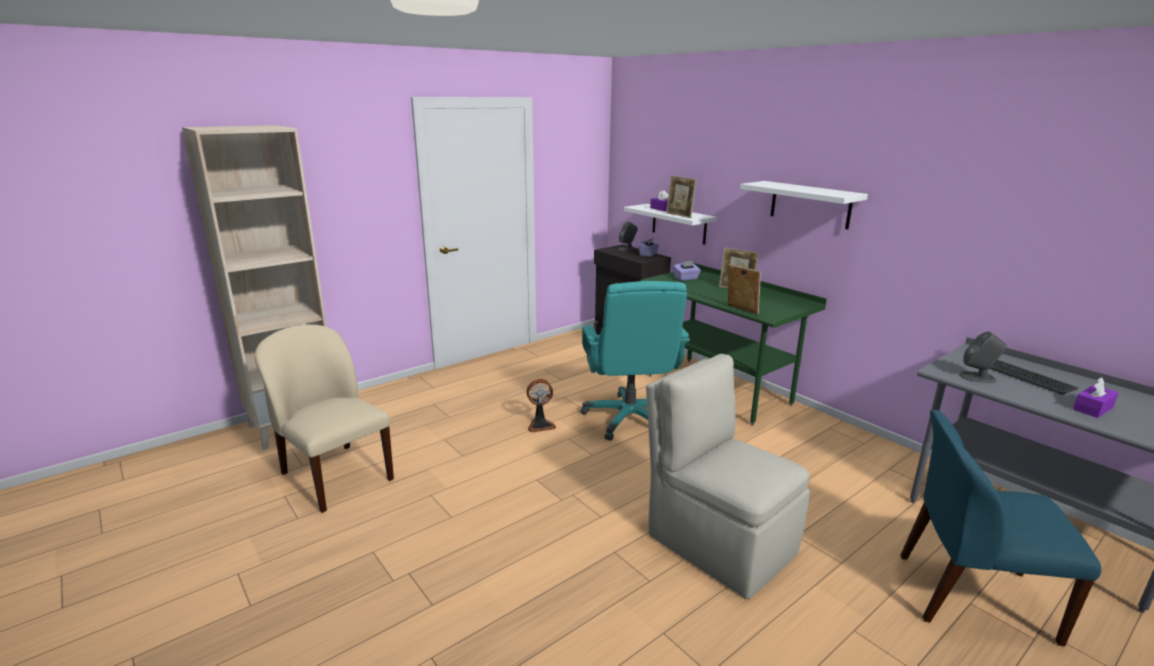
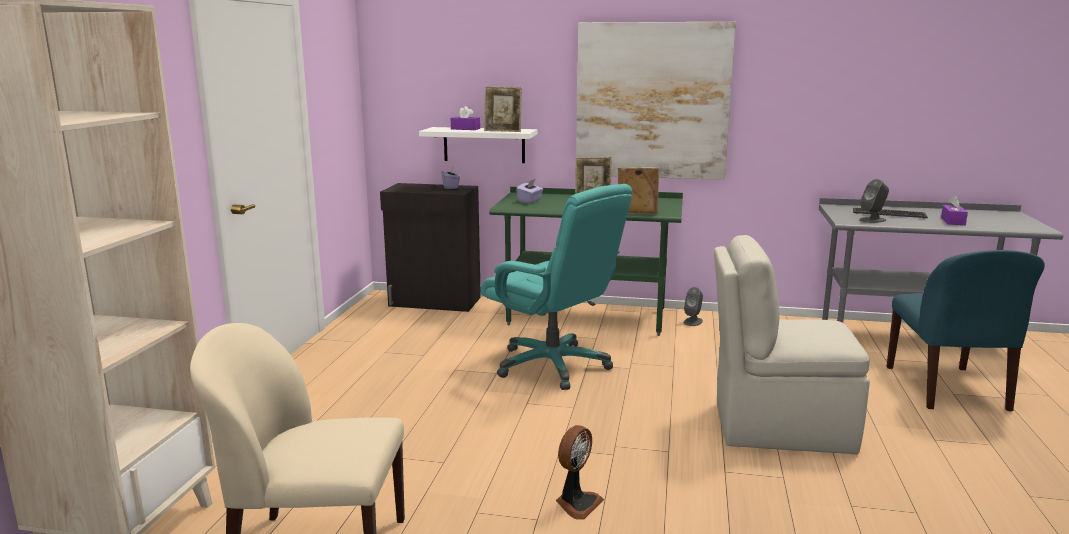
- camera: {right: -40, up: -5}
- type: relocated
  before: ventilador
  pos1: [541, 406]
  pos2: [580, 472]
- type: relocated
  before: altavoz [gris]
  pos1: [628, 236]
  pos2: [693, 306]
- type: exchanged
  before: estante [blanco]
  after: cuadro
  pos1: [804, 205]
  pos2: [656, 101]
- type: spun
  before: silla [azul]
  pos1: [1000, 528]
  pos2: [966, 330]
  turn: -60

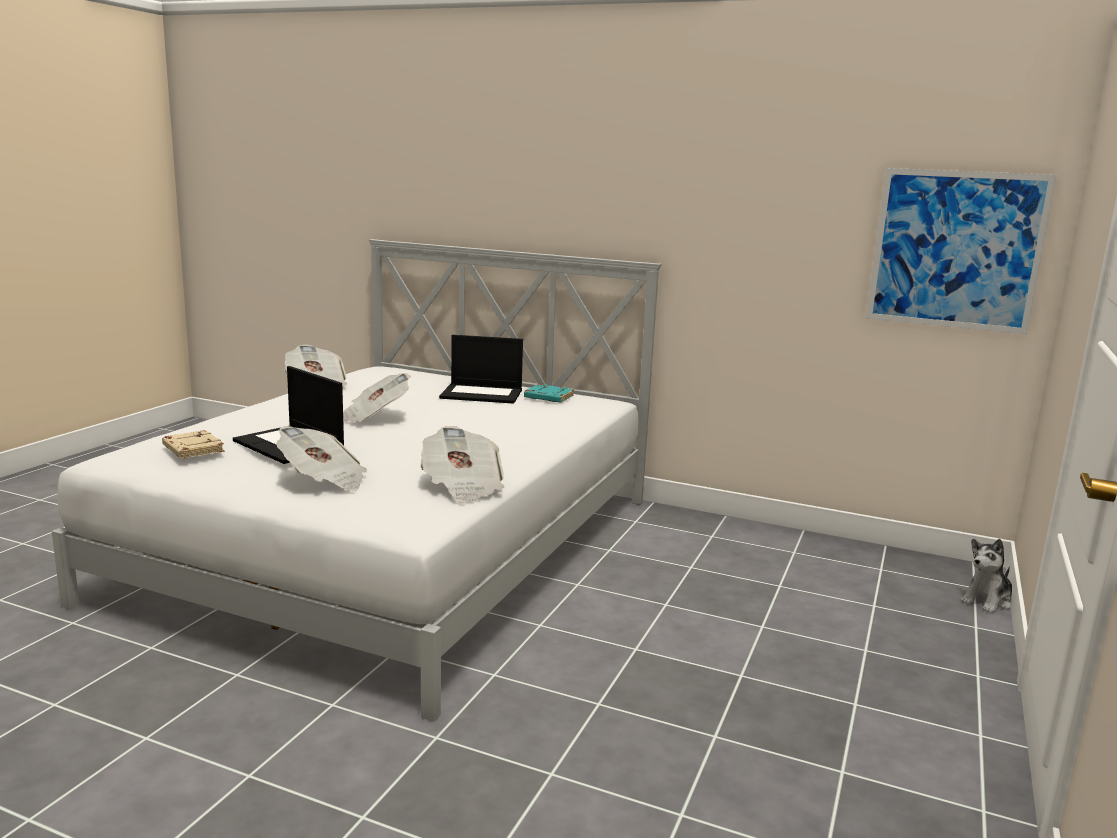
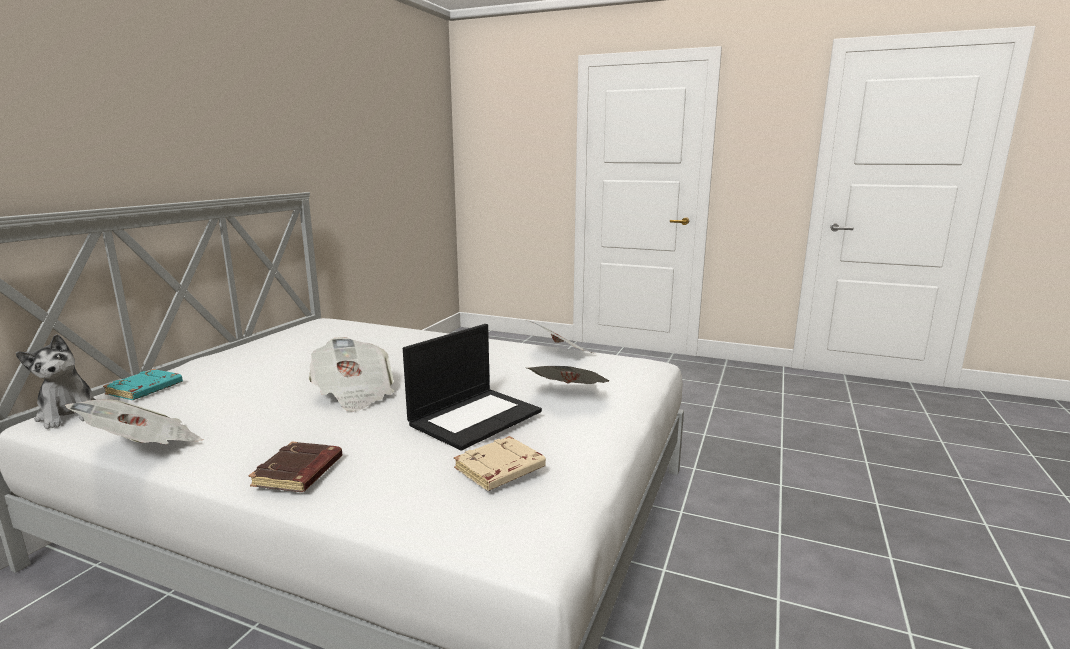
- camera: {right: -90, up: 0}
- type: missing
  before: portátil
  pos1: [481, 369]
- type: relocated
  before: libro [turquesa]
  pos1: [549, 393]
  pos2: [143, 384]
- type: missing
  before: cuadro
  pos1: [961, 251]
- type: relocated
  before: peluche
  pos1: [986, 576]
  pos2: [56, 381]
- type: appeared
  after: libro [marrón]
  pos2: [295, 466]

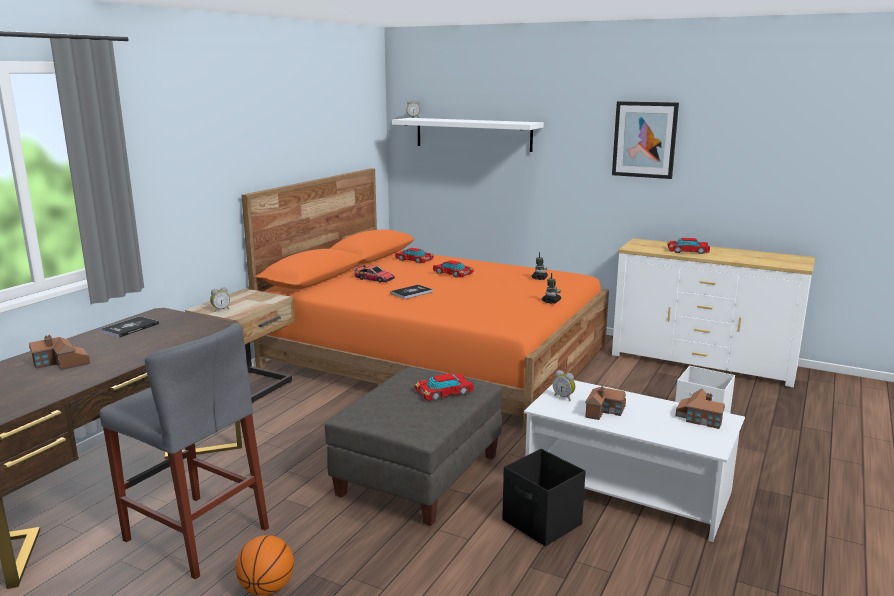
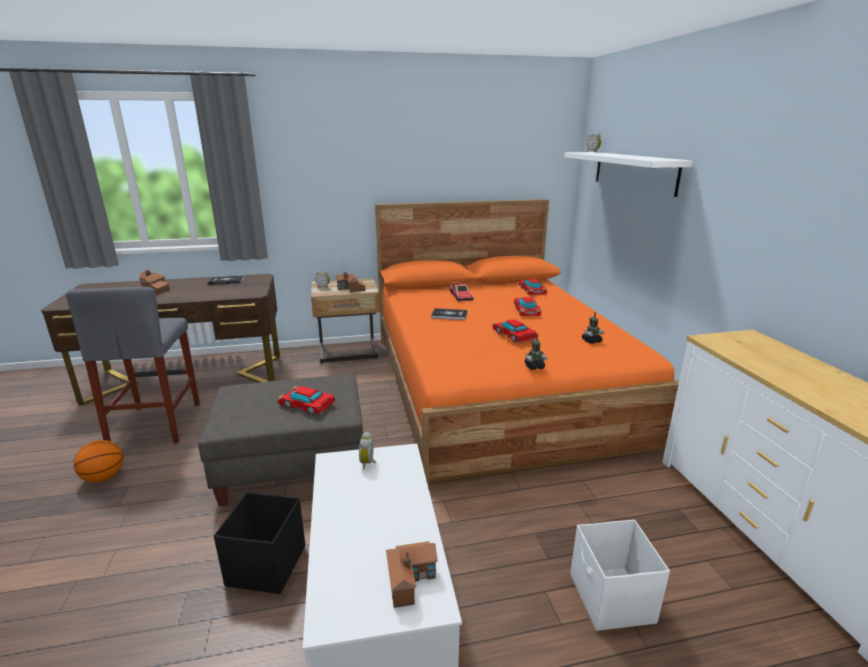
- camera: {right: 50, up: 5}
- type: relocated
  before: casita
  pos1: [605, 403]
  pos2: [350, 282]
- type: missing
  before: cuadro
  pos1: [645, 140]
- type: relocated
  before: coche de juguete
  pos1: [688, 246]
  pos2: [514, 331]

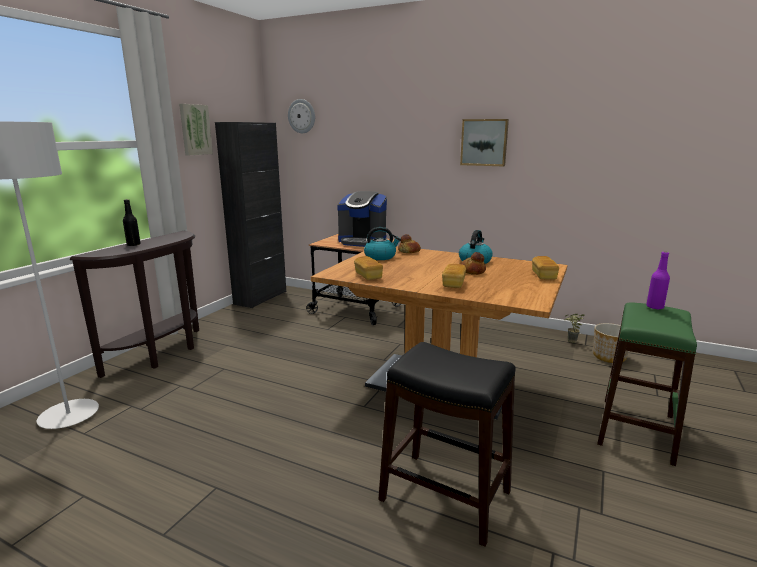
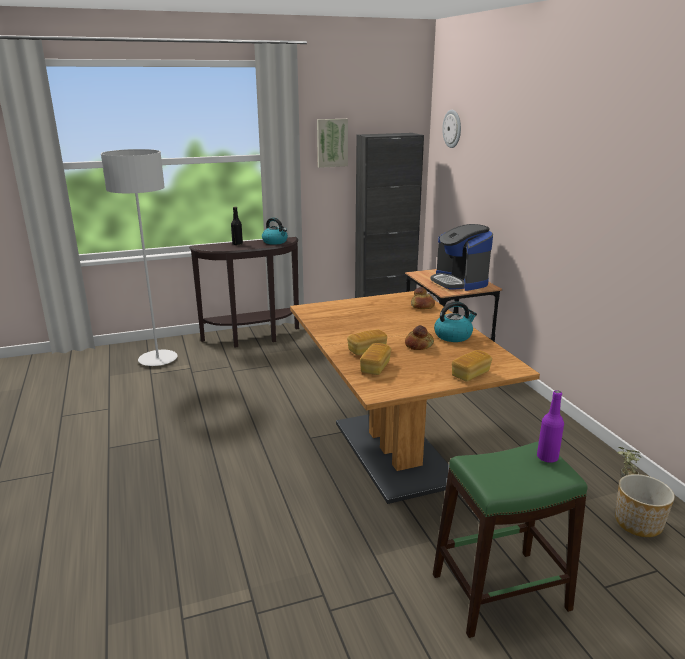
- camera: {right: 45, up: 5}
- type: relocated
  before: pan
  pos1: [368, 268]
  pos2: [375, 359]
- type: relocated
  before: hervidor
  pos1: [382, 243]
  pos2: [275, 231]
- type: missing
  before: taburete [negro]
  pos1: [447, 444]
- type: missing
  before: cuadro
  pos1: [484, 142]

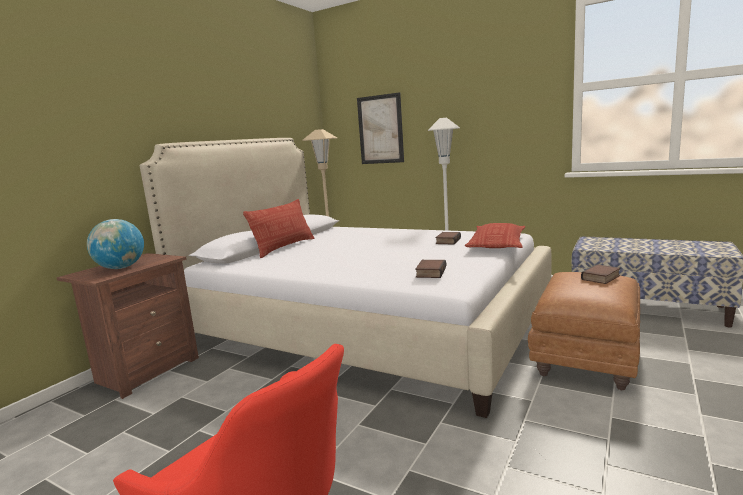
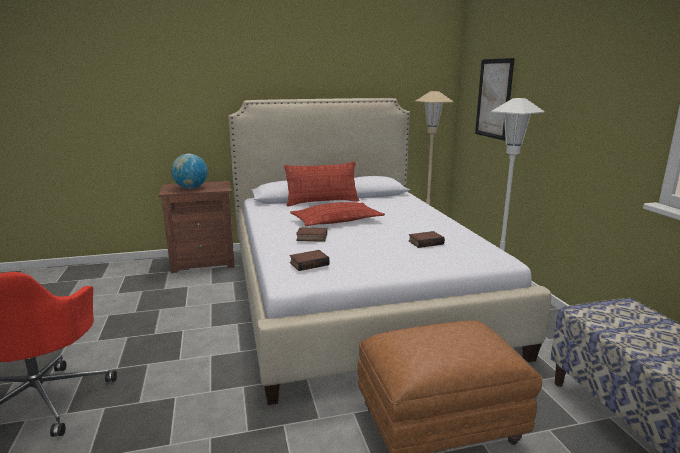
- camera: {right: 45, up: 5}
- type: relocated
  before: cojín
  pos1: [495, 235]
  pos2: [337, 214]
- type: relocated
  before: libro
  pos1: [600, 274]
  pos2: [311, 234]

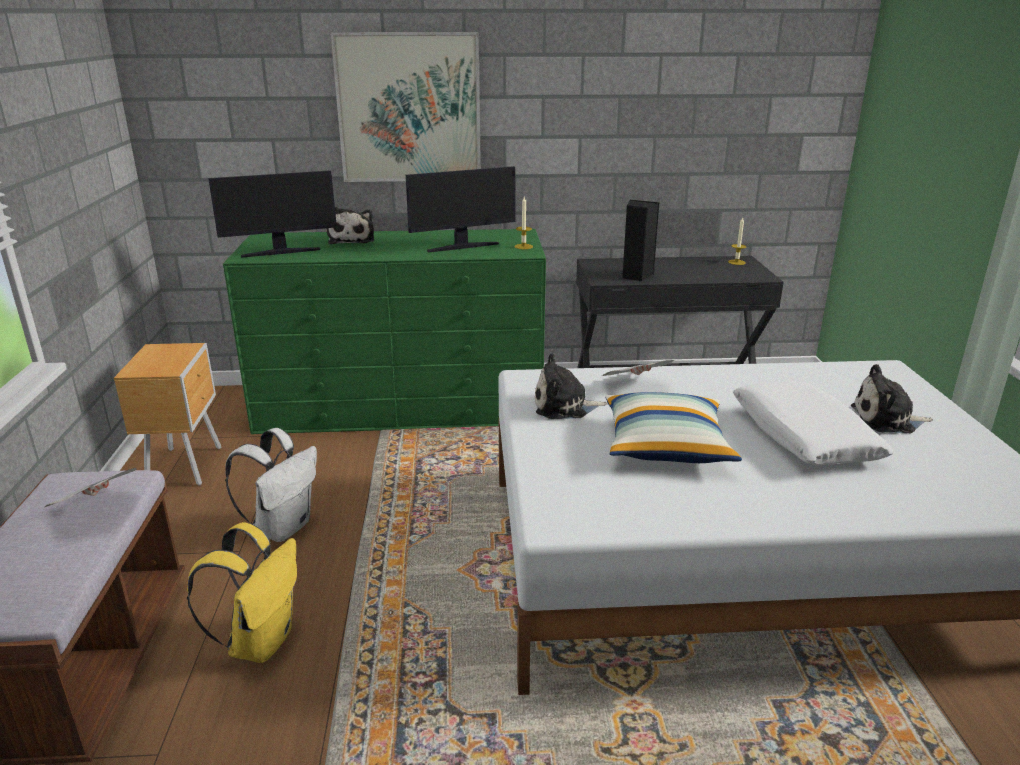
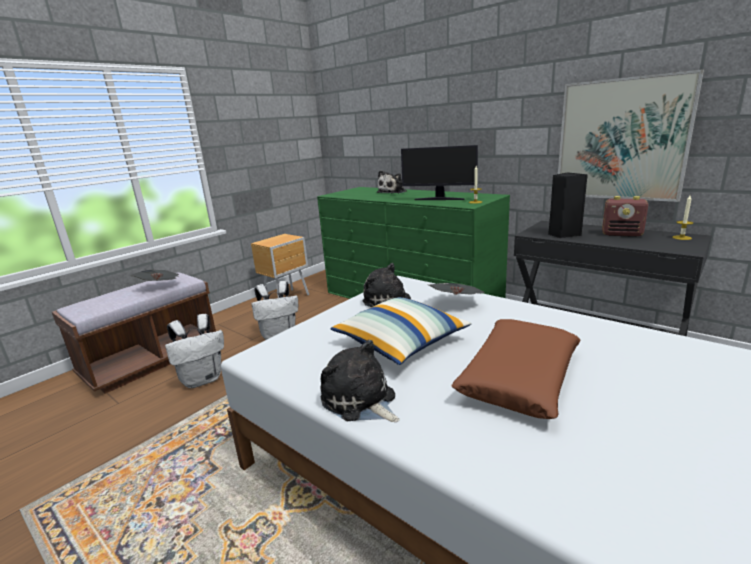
- camera: {right: 45, up: -5}
- type: colour
  before: mochila [amarillo]
  after: mochila [blanco]
  pos1: [242, 592]
  pos2: [194, 351]
- type: missing
  before: monitor
  pos1: [272, 214]
- type: relocated
  before: cuadro
  pos1: [406, 107]
  pos2: [631, 135]
- type: colour
  before: cojín [blanco]
  after: cojín [marrón]
  pos1: [813, 423]
  pos2: [515, 369]
- type: relocated
  before: peluche
  pos1: [892, 398]
  pos2: [360, 381]
- type: appeared
  after: radio
  pos2: [625, 216]

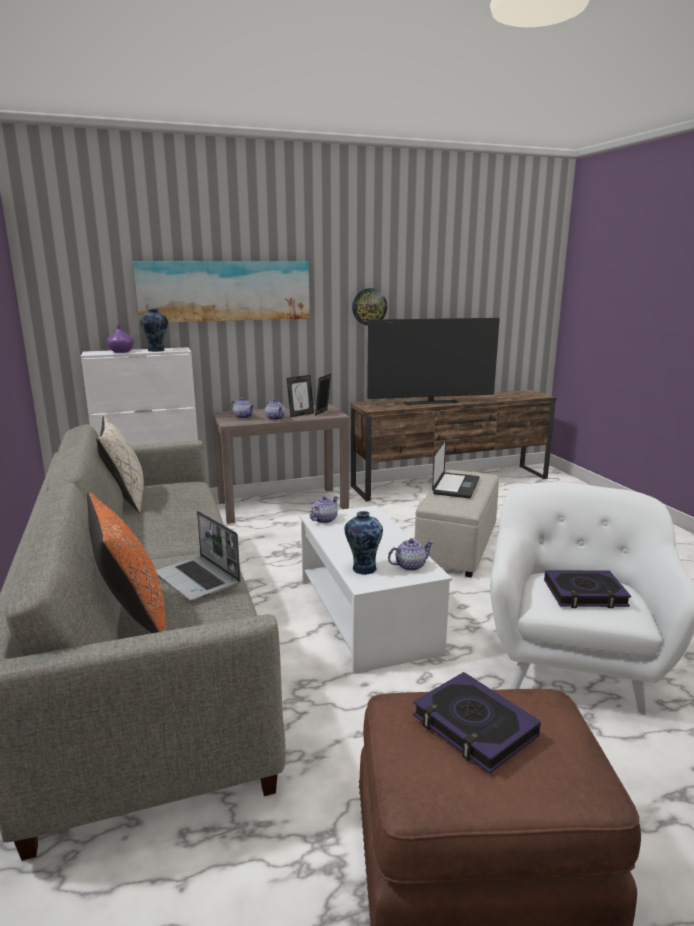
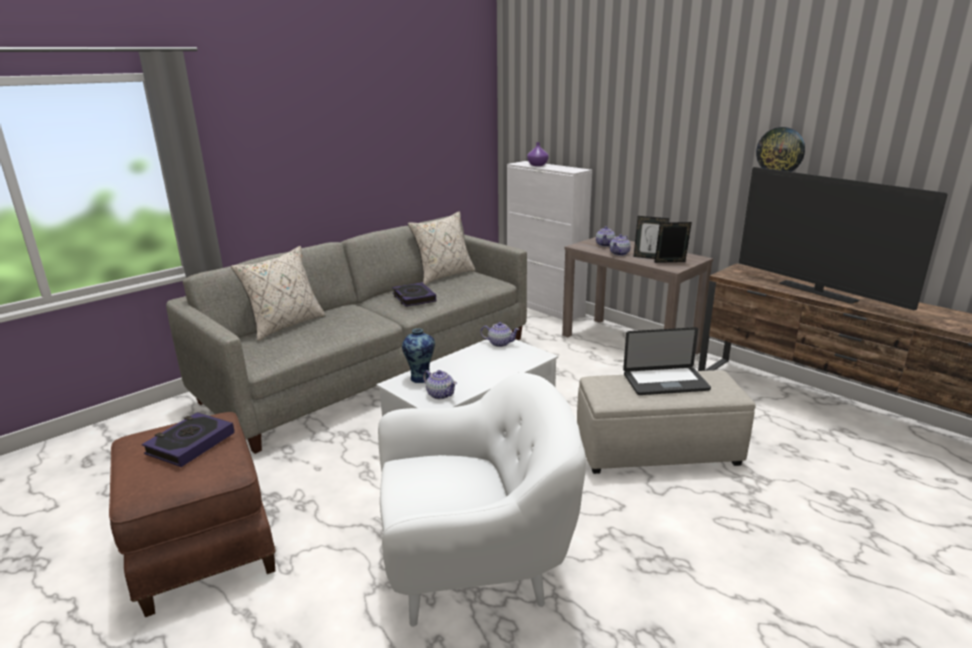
- camera: {right: 65, up: 5}
- type: colour
  before: cojín [naranja]
  after: cojín [beis]
  pos1: [127, 562]
  pos2: [278, 293]
- type: missing
  before: cuadro
  pos1: [221, 292]
- type: missing
  before: florero
  pos1: [154, 330]
- type: missing
  before: portátil
  pos1: [198, 556]
- type: relocated
  before: libro
  pos1: [587, 589]
  pos2: [414, 294]

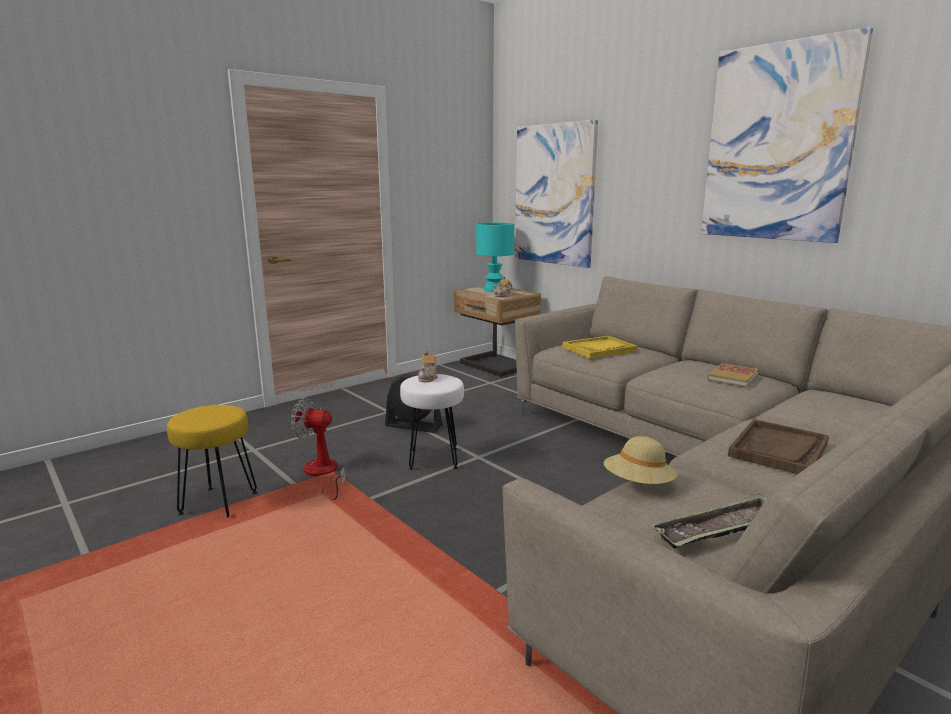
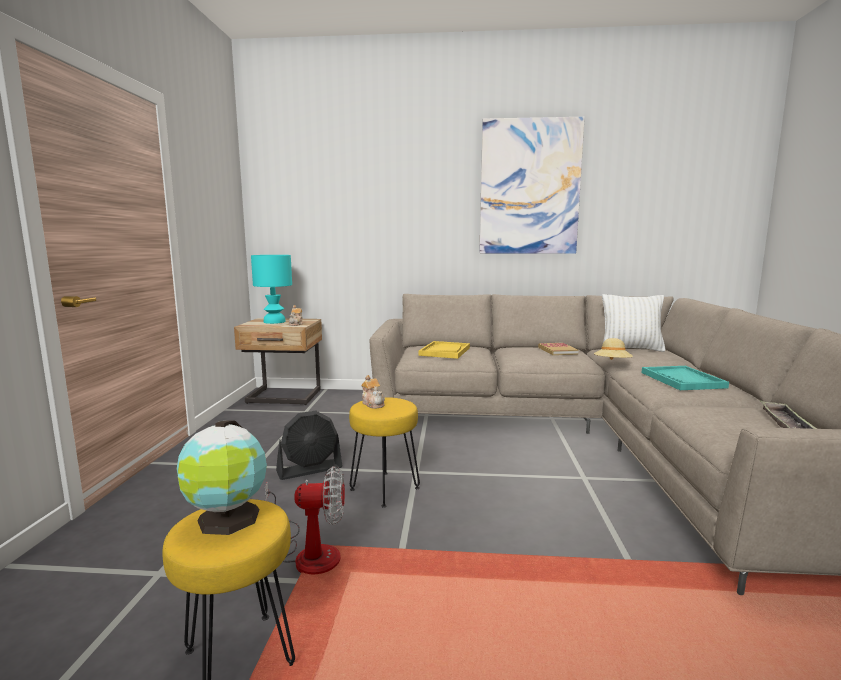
- camera: {right: -45, up: -5}
- type: spun
  before: ventilador
  pos1: [319, 449]
  pos2: [305, 520]
  turn: -150
- type: colour
  before: taburete [blanco]
  after: taburete [amarillo]
  pos1: [432, 422]
  pos2: [384, 452]
- type: missing
  before: cuadro
  pos1: [556, 194]
- type: relocated
  before: sombrero [beis]
  pos1: [640, 460]
  pos2: [613, 349]
- type: colour
  before: bandeja [marrón]
  after: bandeja [turquesa]
  pos1: [778, 446]
  pos2: [685, 378]
- type: appeared
  after: globo terráqueo
  pos2: [222, 477]
- type: appeared
  after: cojín [blanco]
  pos2: [634, 323]

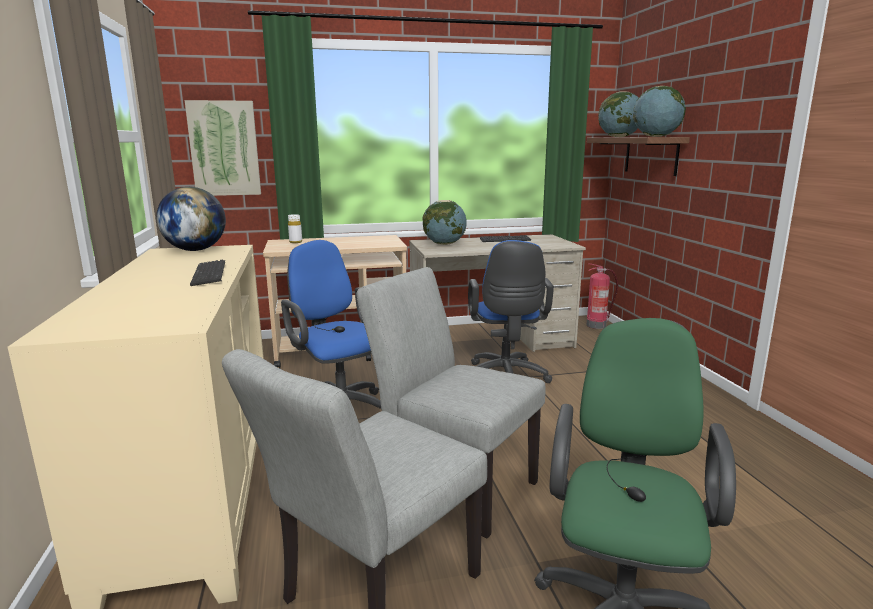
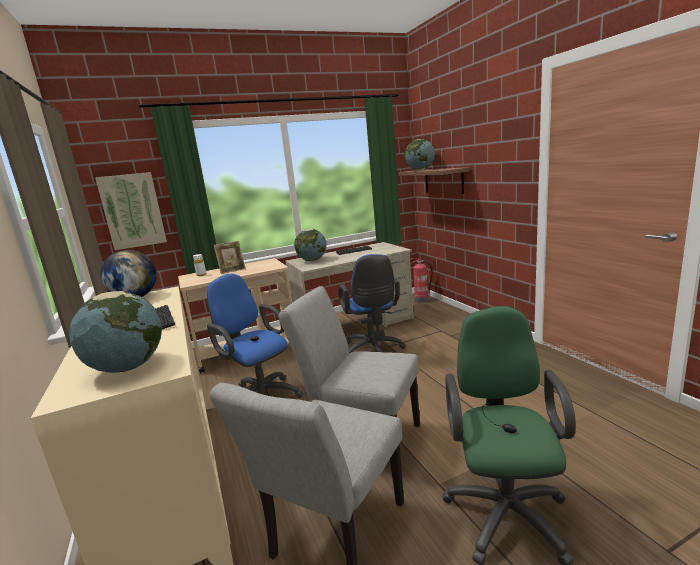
- camera: {right: -10, up: 0}
- type: relocated
  before: globo terráqueo
  pos1: [659, 111]
  pos2: [115, 332]
- type: appeared
  after: portarretratos
  pos2: [230, 257]

